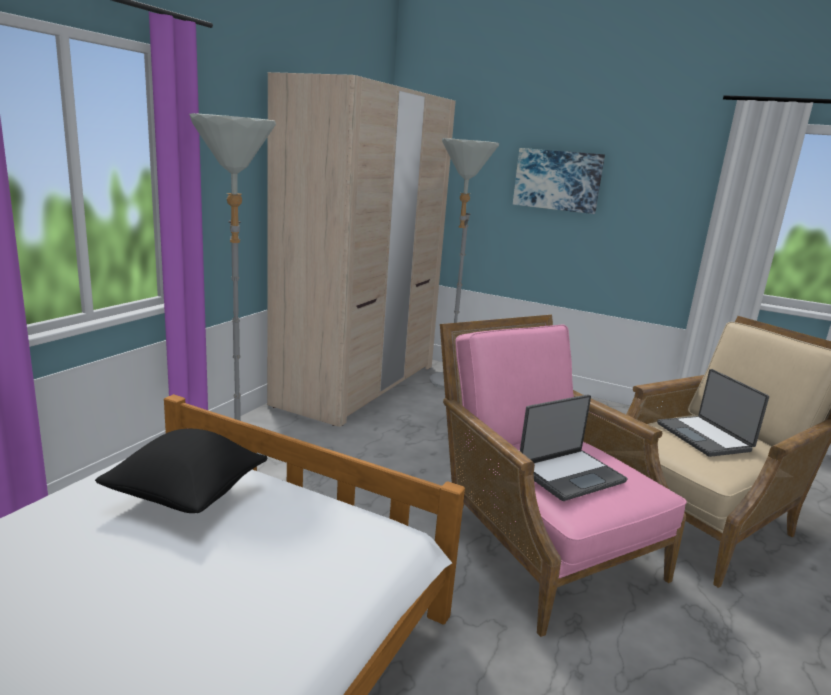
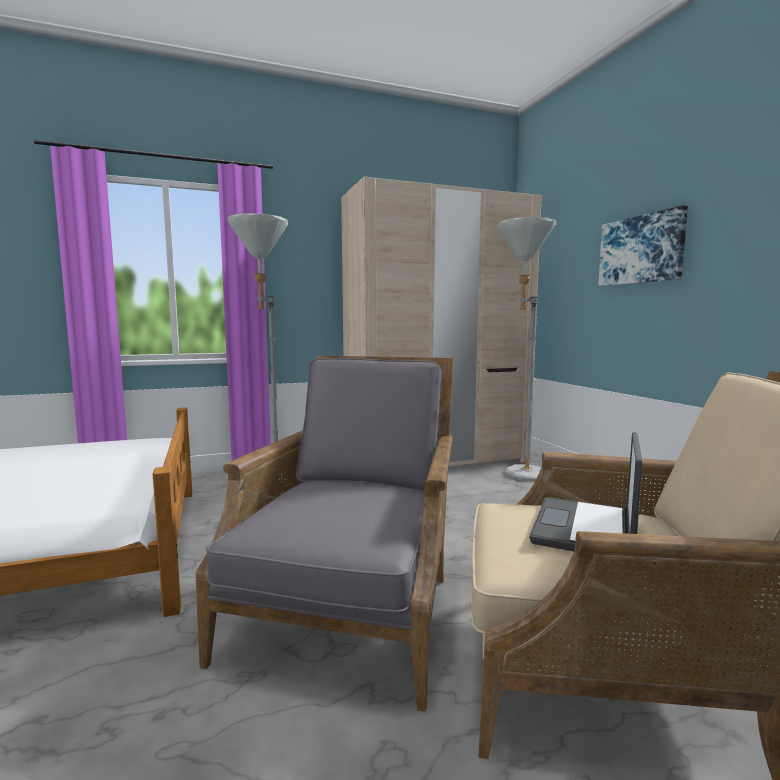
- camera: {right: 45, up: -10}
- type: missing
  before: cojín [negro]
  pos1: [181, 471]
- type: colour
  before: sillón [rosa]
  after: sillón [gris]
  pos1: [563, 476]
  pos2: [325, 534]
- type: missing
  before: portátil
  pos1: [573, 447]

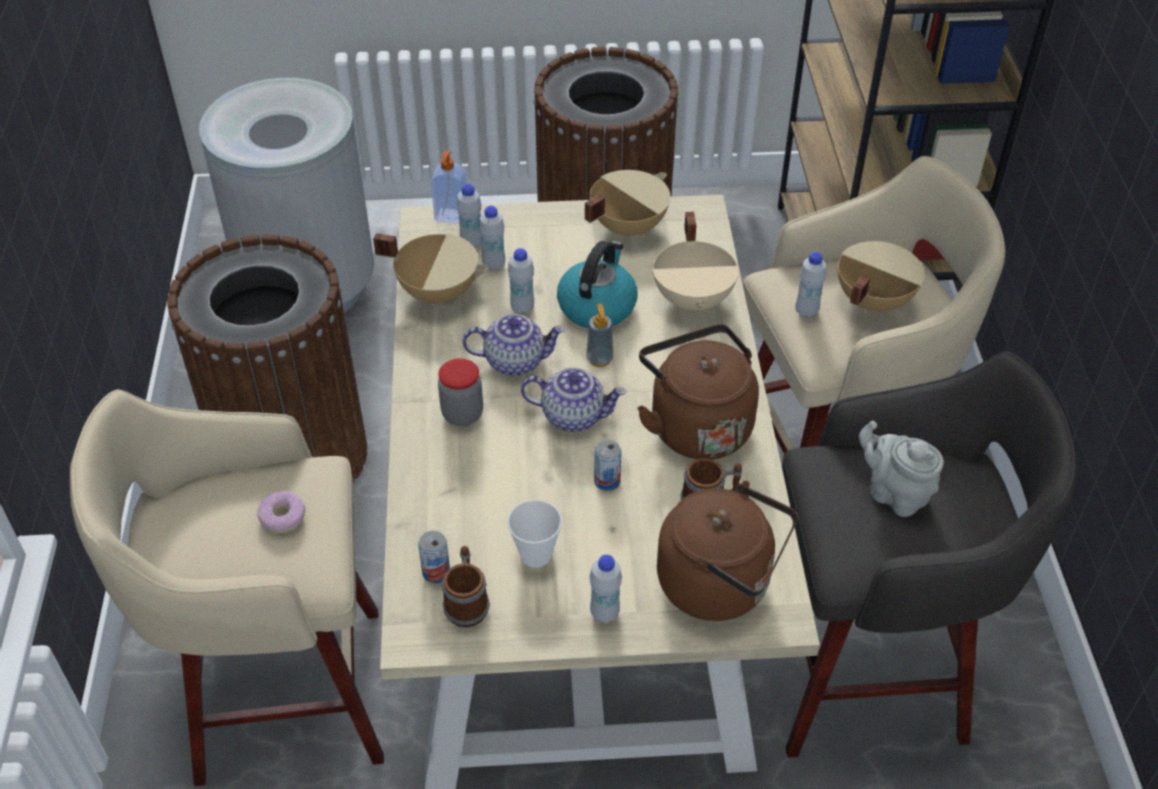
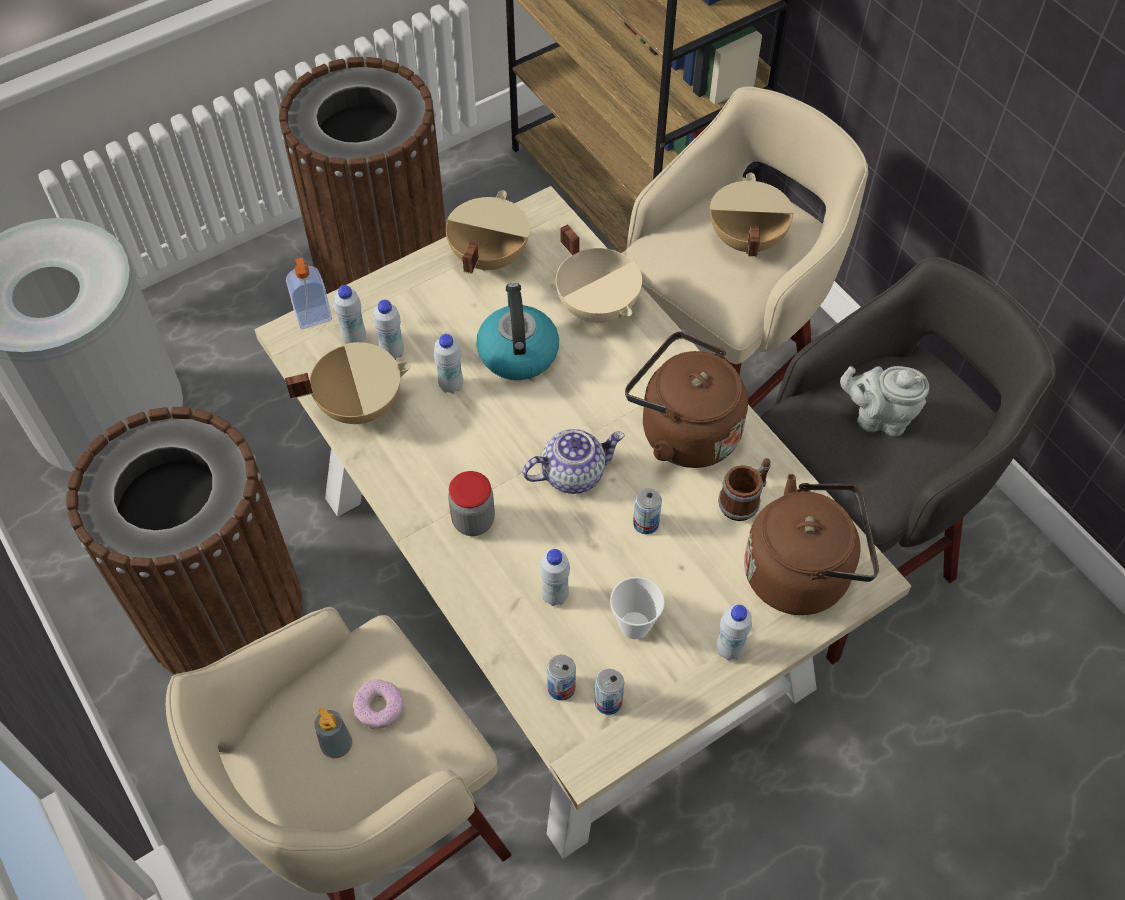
- camera: {right: -30, up: 10}
- type: exchanged
  before: taza grande
  after: lata
  pos1: [466, 586]
  pos2: [609, 692]
- type: missing
  before: tetera
  pos1: [514, 345]
- type: relocated
  before: dispensador de jabón
  pos1: [599, 335]
  pos2: [333, 733]
- type: relocated
  before: botella [blanco]
  pos1: [811, 285]
  pos2: [555, 577]

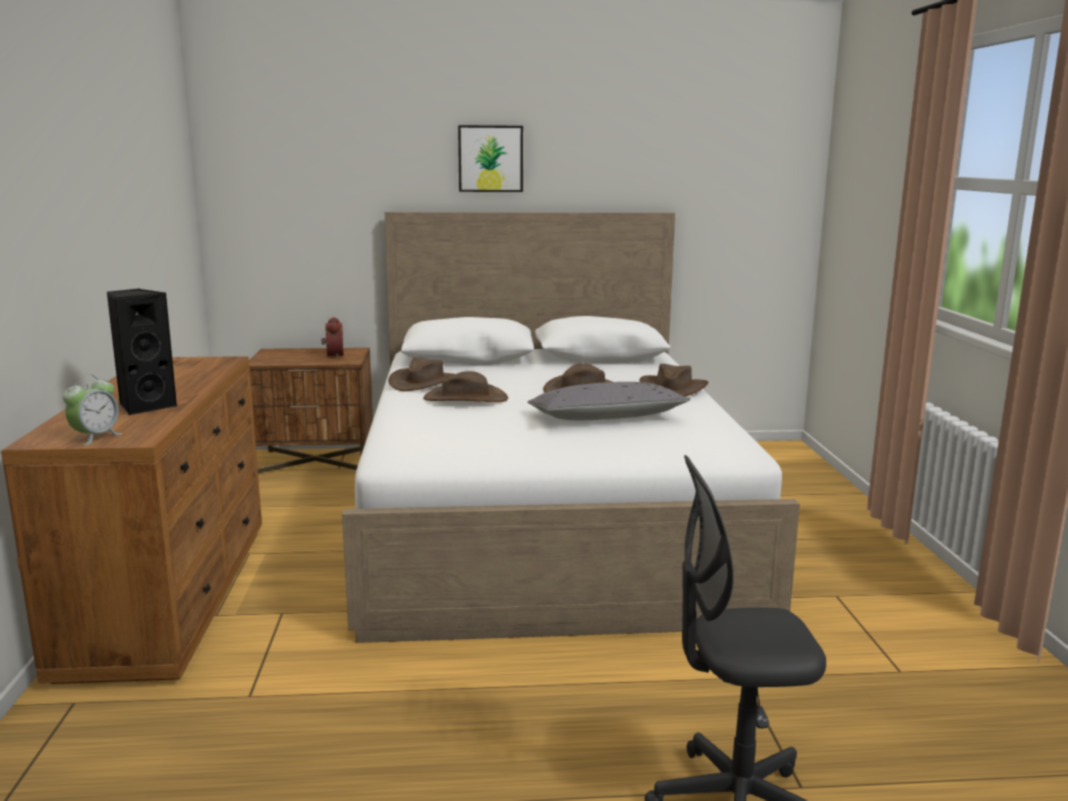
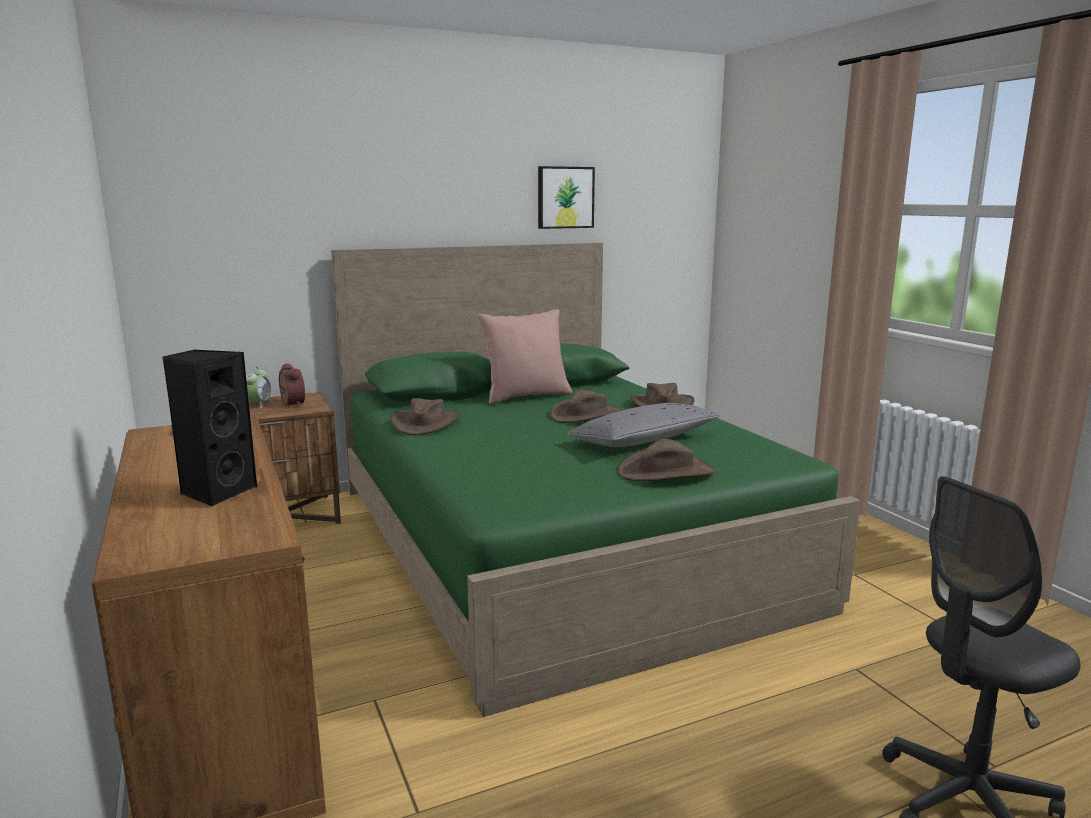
- camera: {right: -20, up: 0}
- type: relocated
  before: despertador
  pos1: [92, 409]
  pos2: [259, 387]
- type: colour
  before: cama [blanco]
  after: cama [verde]
  pos1: [571, 427]
  pos2: [596, 480]
- type: relocated
  before: sombrero [marrón]
  pos1: [465, 386]
  pos2: [667, 460]
- type: relocated
  before: cuadro
  pos1: [490, 158]
  pos2: [566, 197]
- type: appeared
  after: cojín [rosa]
  pos2: [525, 357]

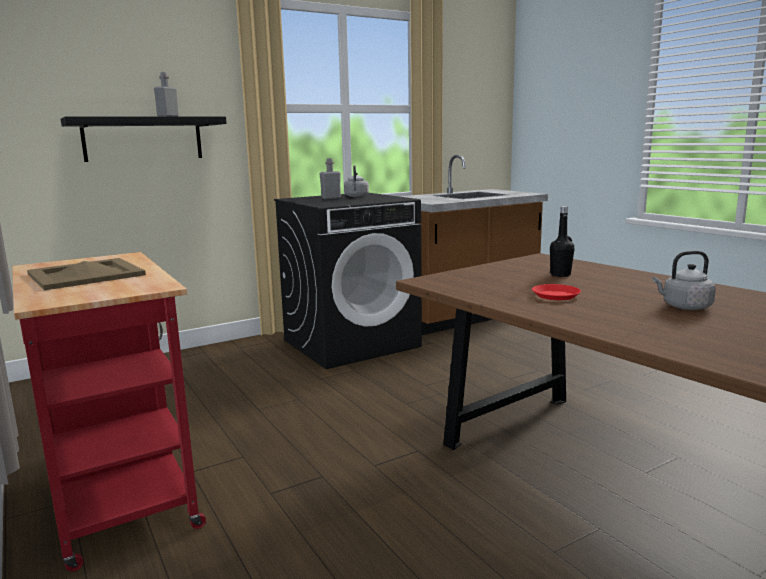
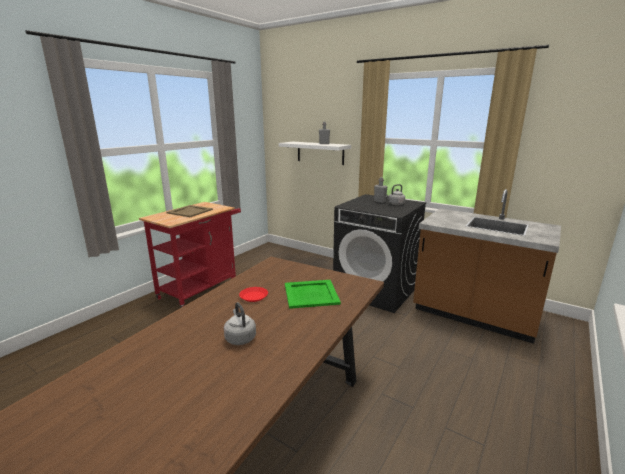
- camera: {right: 65, up: 5}
- type: colour
  before: estante [negro]
  after: estante [blanco]
  pos1: [144, 139]
  pos2: [315, 153]
- type: exchanged
  before: botella [negro]
  after: bandeja [verde]
  pos1: [562, 241]
  pos2: [313, 294]

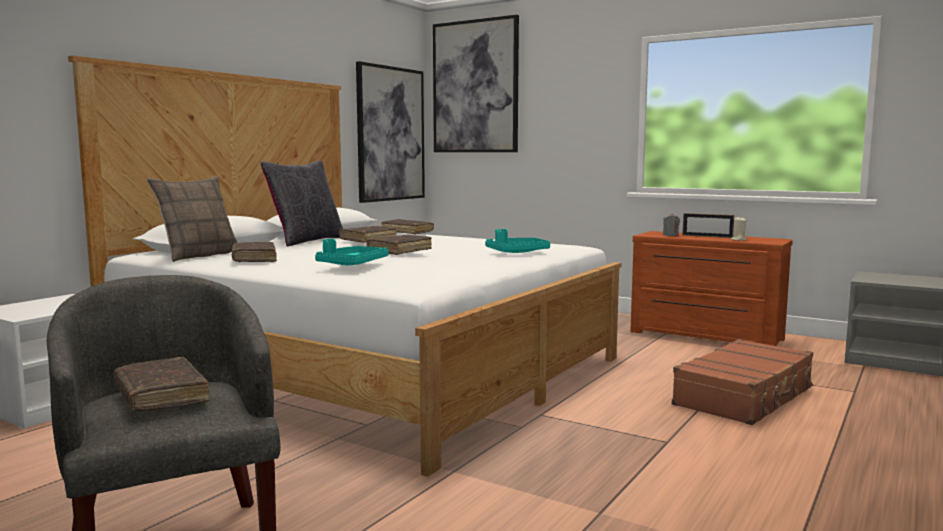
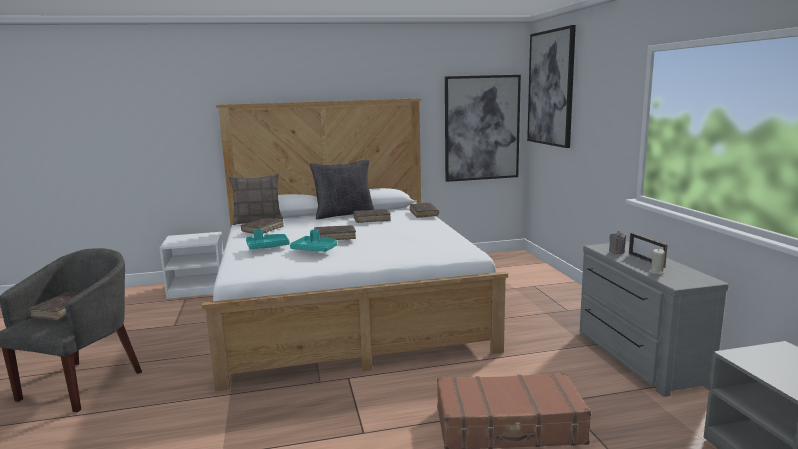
- camera: {right: 45, up: 5}
- type: relocated
  before: bandeja [turquesa]
  pos1: [517, 241]
  pos2: [313, 240]
- type: colour
  before: cómoda [marrón]
  after: cómoda [gris]
  pos1: [711, 288]
  pos2: [654, 319]

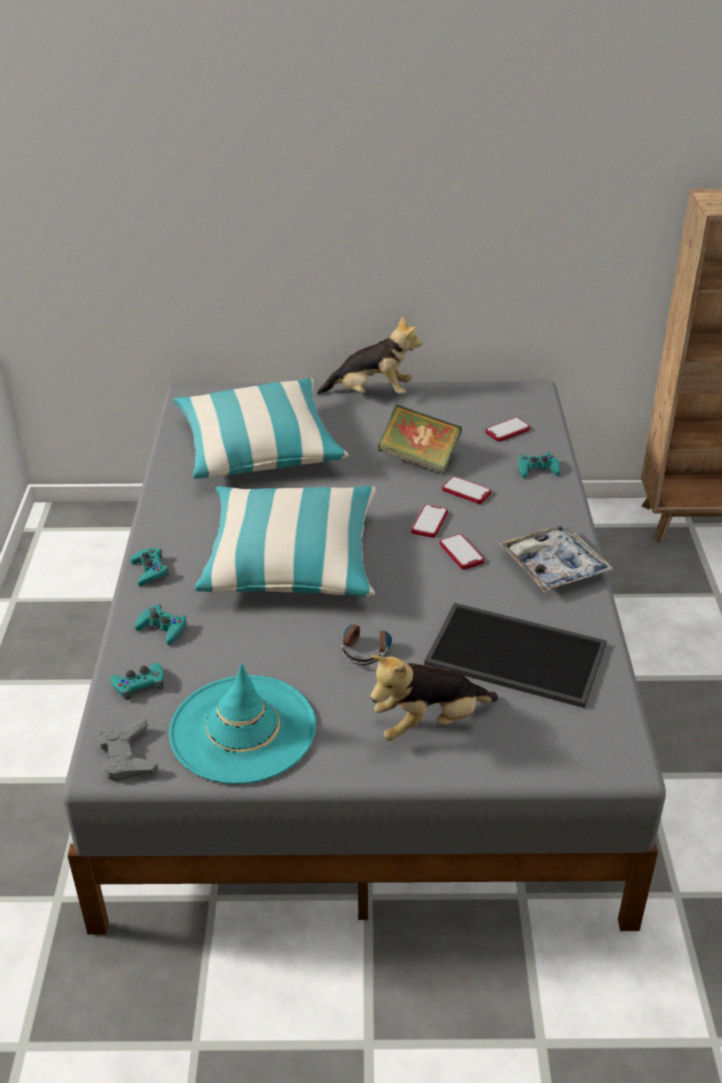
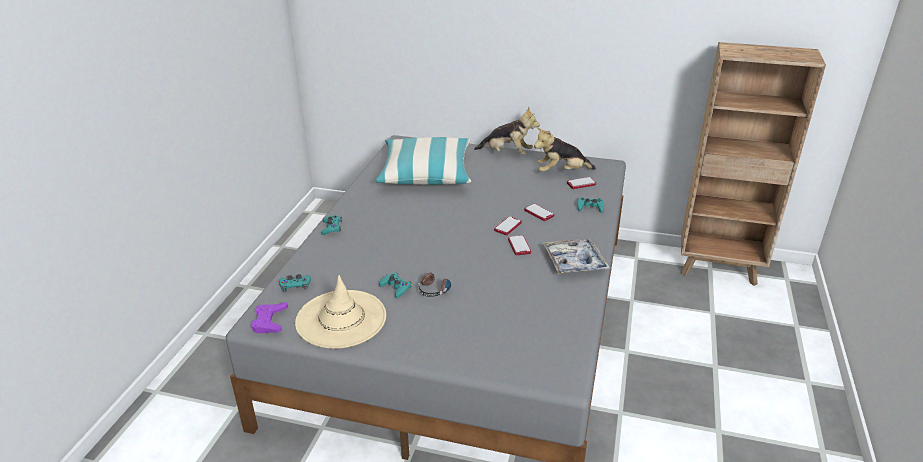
- camera: {right: 15, up: -5}
- type: colour
  before: mando de consola [gris]
  after: mando de consola [morado]
  pos1: [128, 750]
  pos2: [269, 317]
- type: relocated
  before: mando de consola [turquesa]
  pos1: [161, 624]
  pos2: [395, 285]
- type: colour
  before: sombrero [turquesa]
  after: sombrero [beis]
  pos1: [242, 723]
  pos2: [340, 312]
- type: missing
  before: cojín
  pos1: [285, 541]
- type: relocated
  before: peluche
  pos1: [434, 698]
  pos2: [565, 149]
- type: missing
  before: libro
  pos1: [420, 439]
- type: missing
  before: bandeja
  pos1: [515, 655]

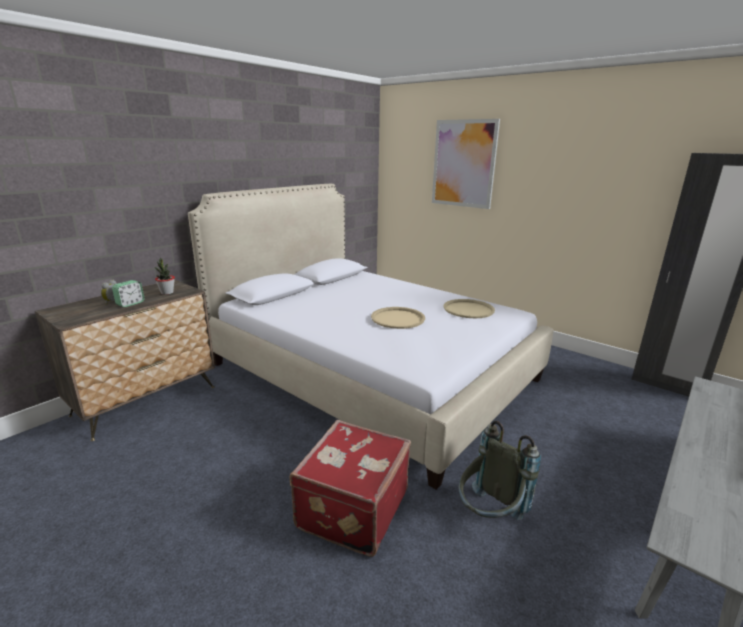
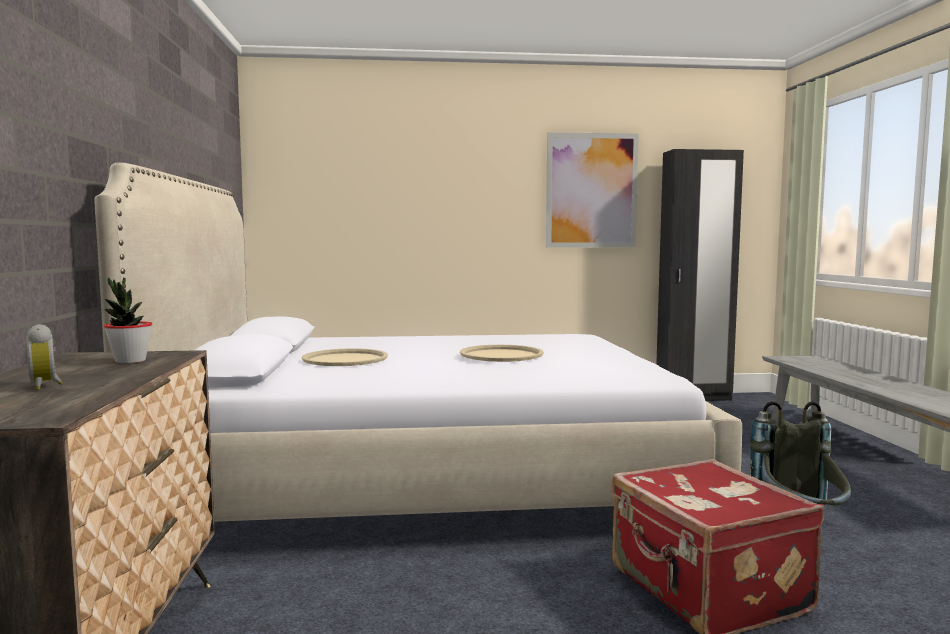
- camera: {right: -45, up: -15}
- type: missing
  before: despertador
  pos1: [128, 293]
- type: relocated
  before: cuadro
  pos1: [466, 164]
  pos2: [592, 189]
- type: relocated
  before: bandeja [beis]
  pos1: [469, 308]
  pos2: [345, 357]

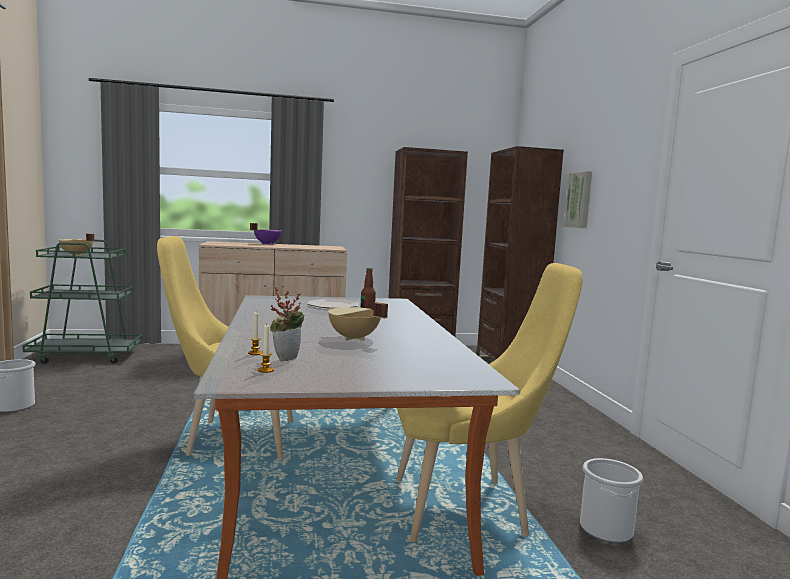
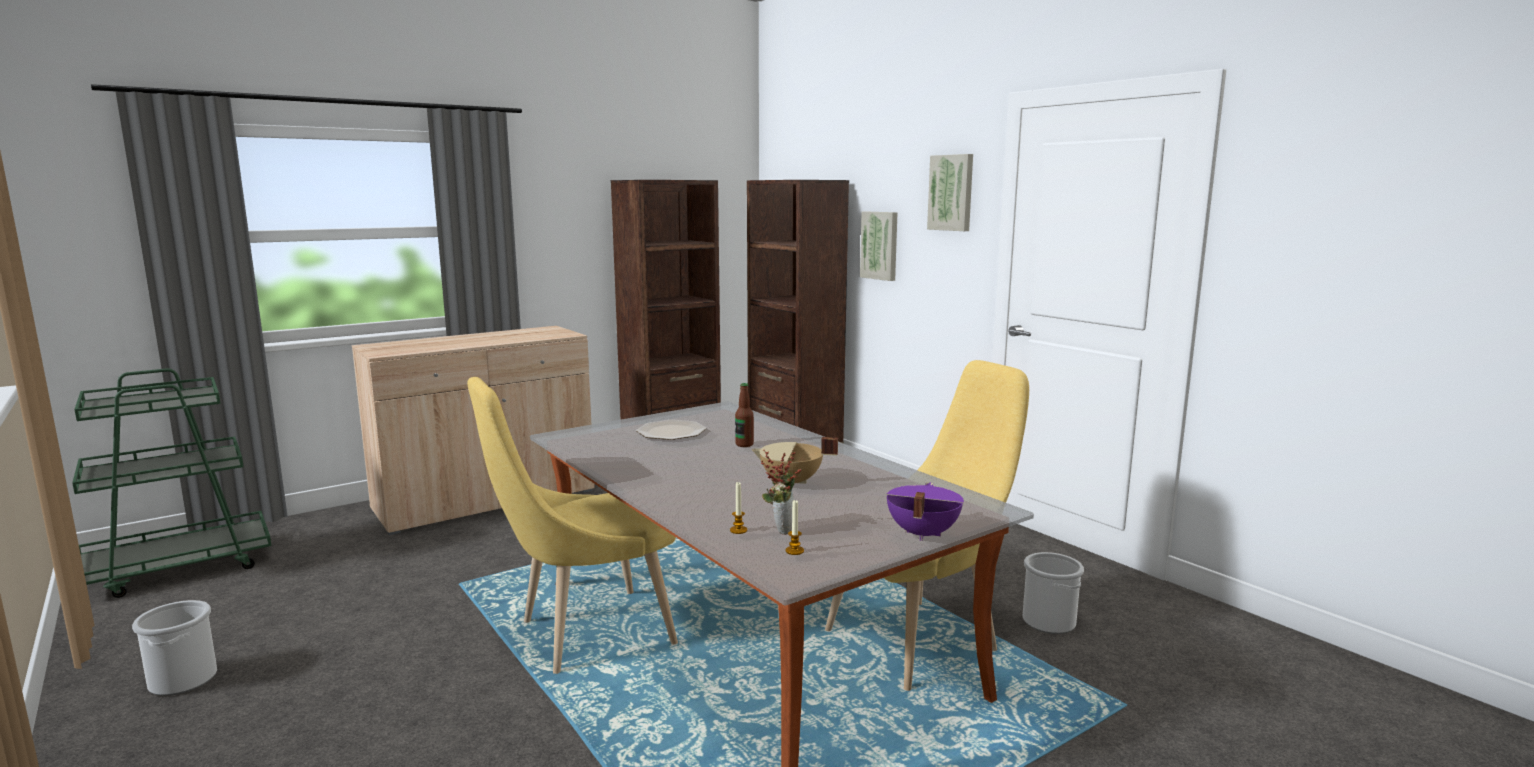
- camera: {right: -25, up: 5}
- type: missing
  before: olla [beis]
  pos1: [77, 244]
- type: relocated
  before: olla [morado]
  pos1: [266, 234]
  pos2: [925, 511]
- type: appeared
  after: cuadro
  pos2: [950, 192]

